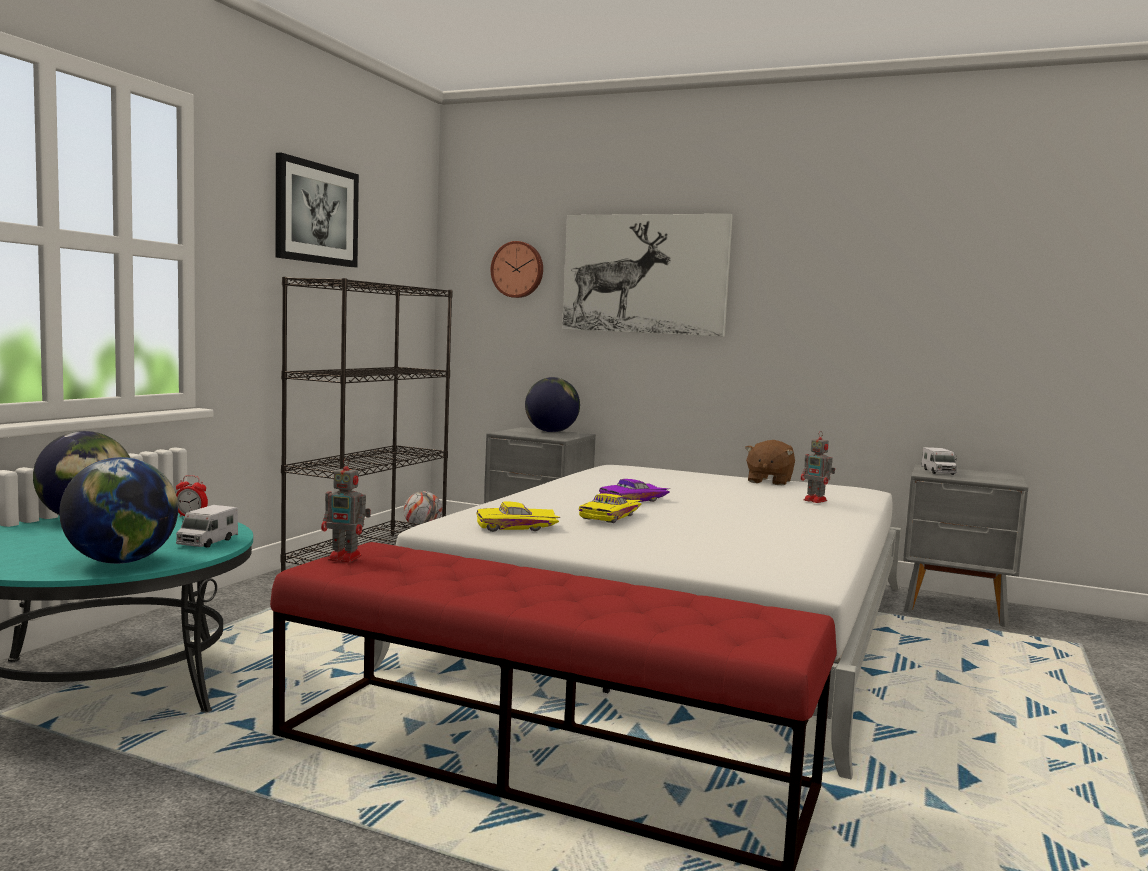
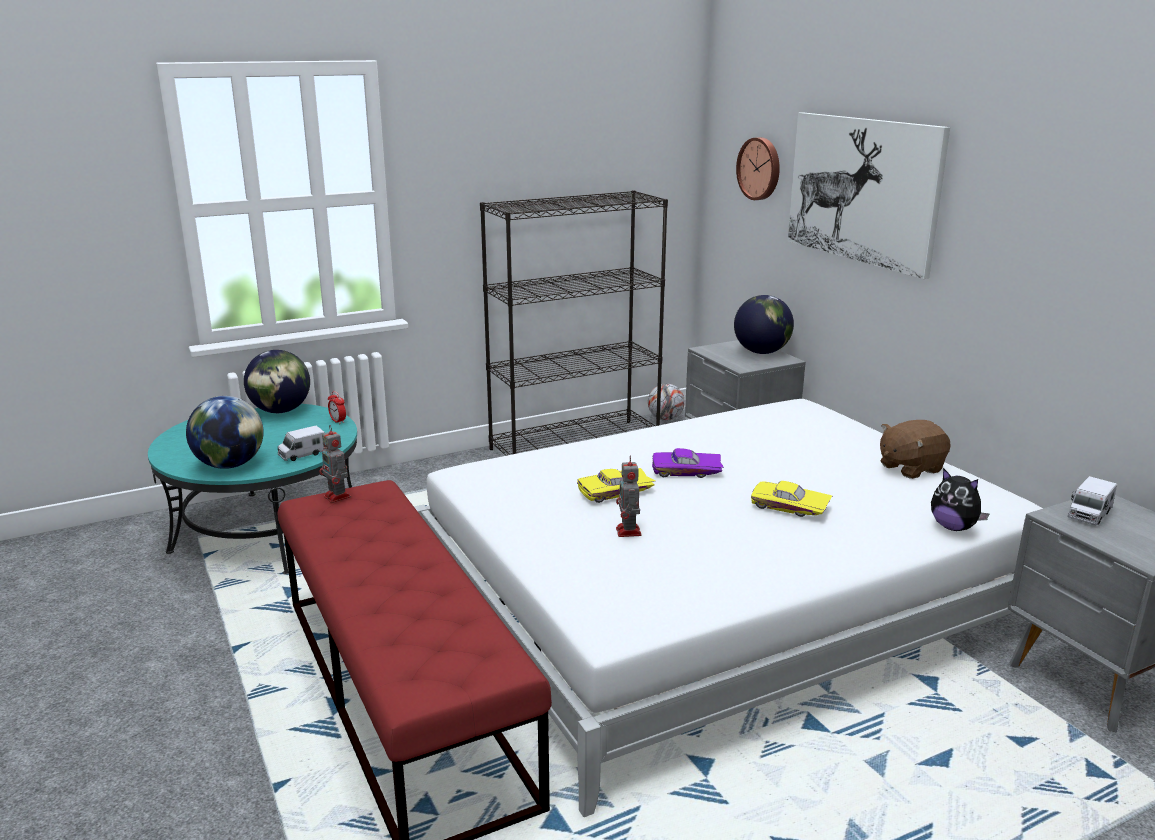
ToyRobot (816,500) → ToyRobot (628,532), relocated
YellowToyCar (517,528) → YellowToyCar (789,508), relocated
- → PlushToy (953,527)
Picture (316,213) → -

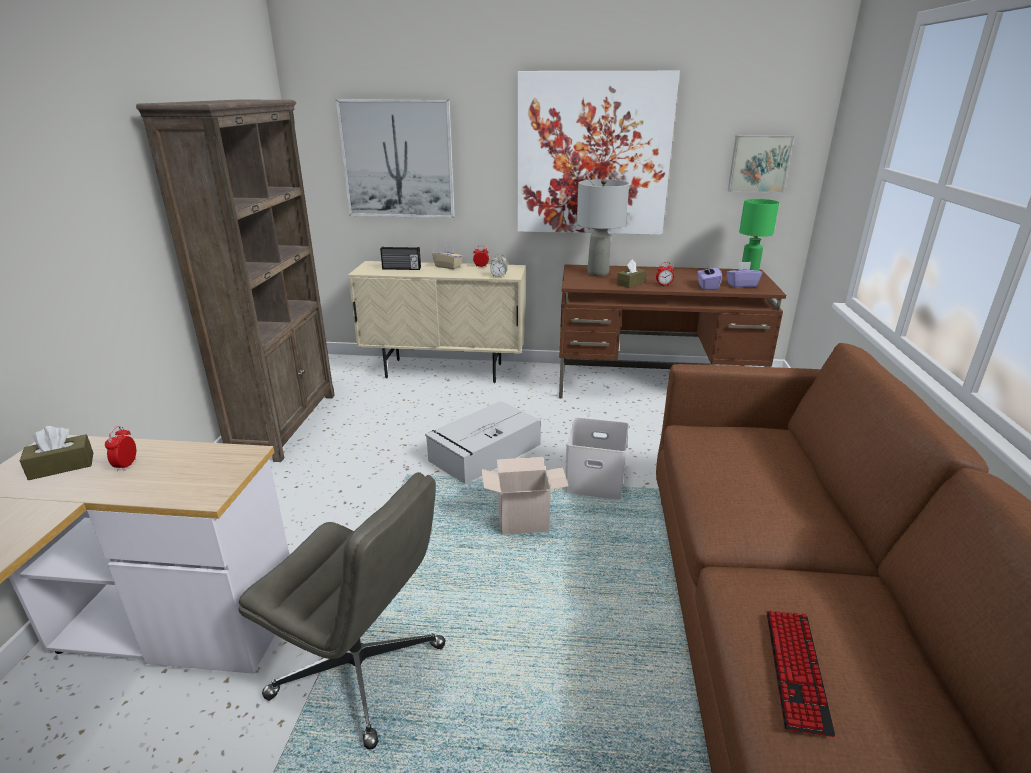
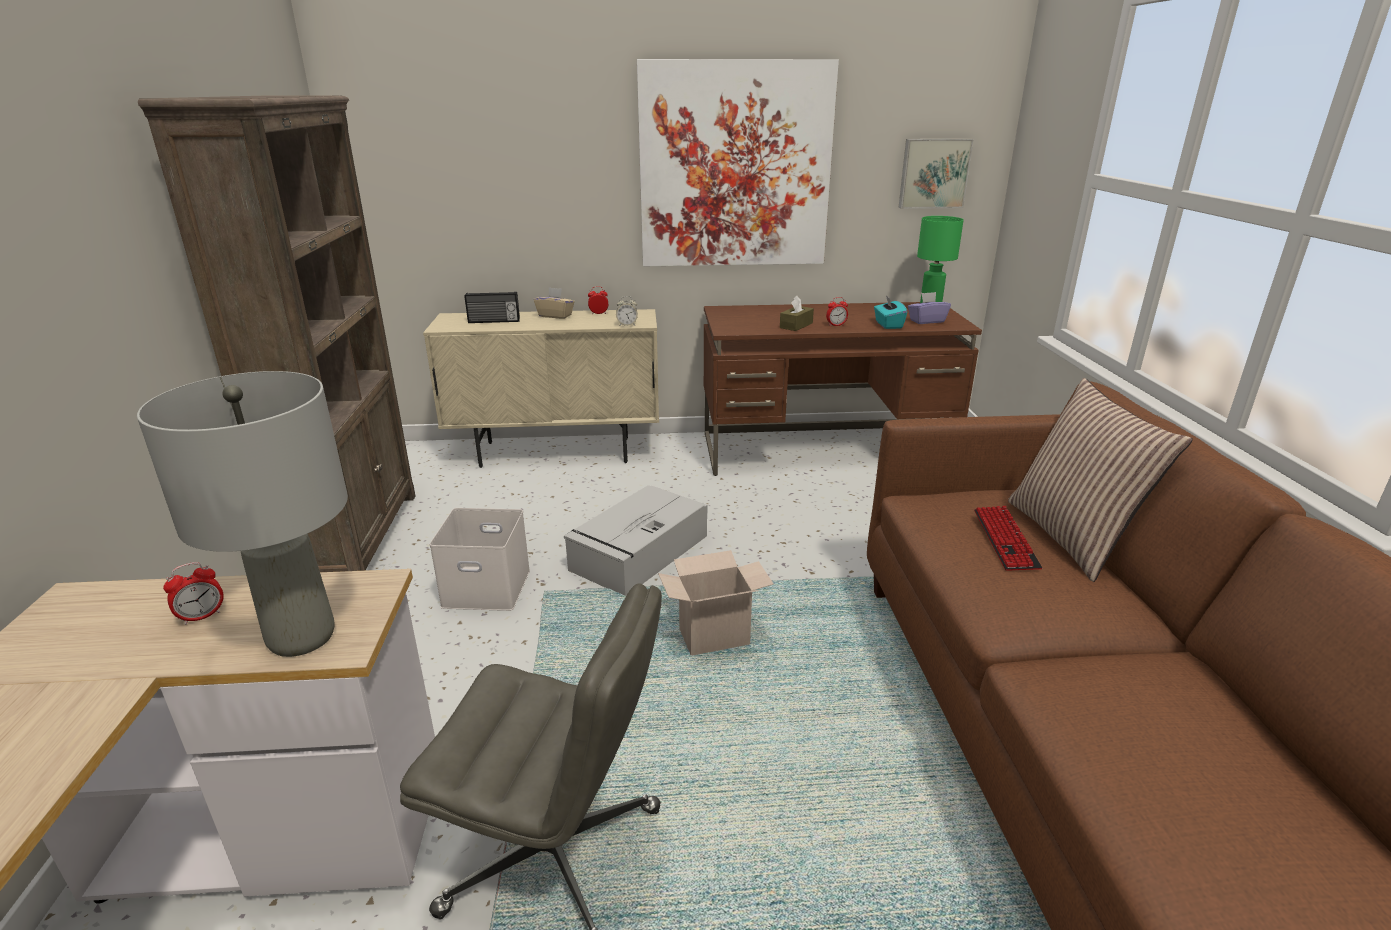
GreyTableLamp (598,273) → GreyTableLamp (302,638), relocated
AlarmClock (126,465) → AlarmClock (202,616), 120 degrees counterclockwise
WhiteStorageBox (596,480) → WhiteStorageBox (489,587), relocated
PurpleTissueBox (707,286) → TurquoiseTissueBox (888,325)
Keyboard (796,669) → Keyboard (1005,539), relocated
- → Pillow (1072,537)
BrownTissueBox (61,466) → -
Picture (398,159) → -

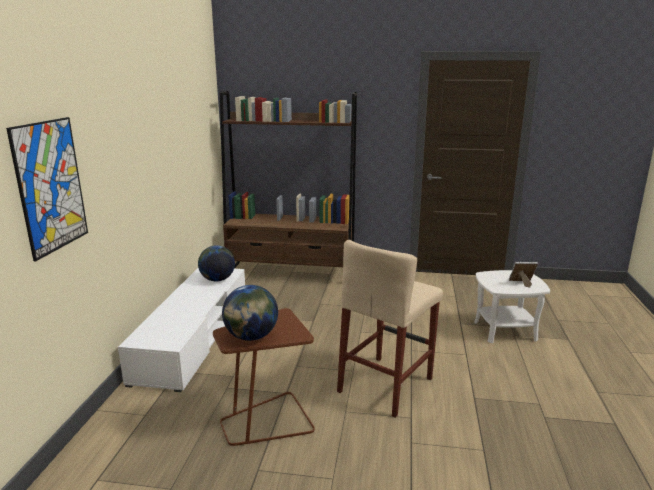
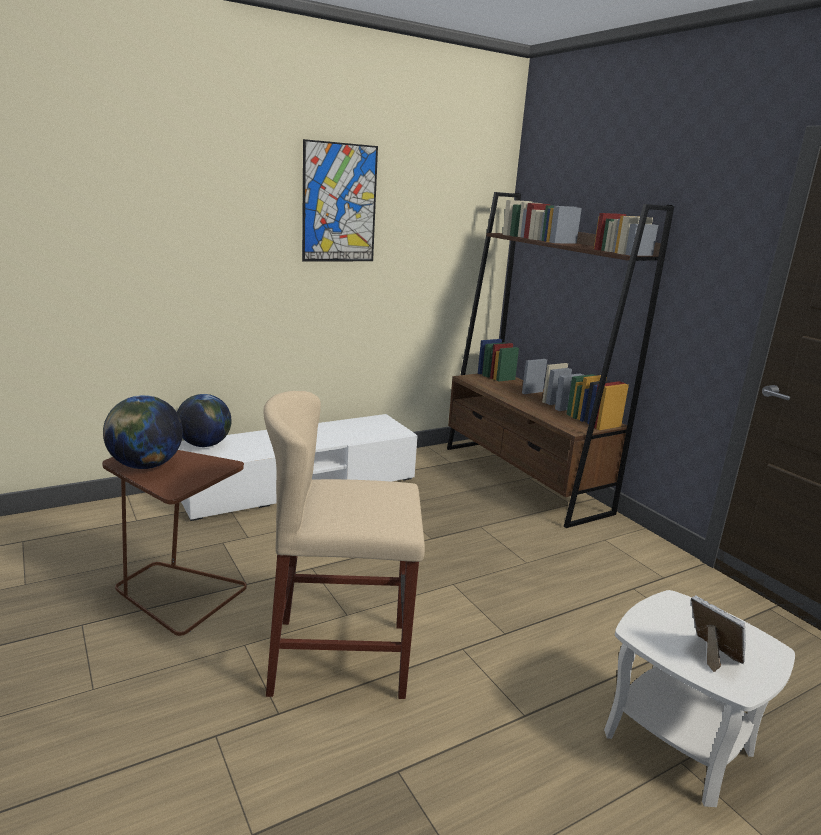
Globe (217,279) → Globe (205,444), relocated
Picture (50,186) → Picture (339,203), relocated

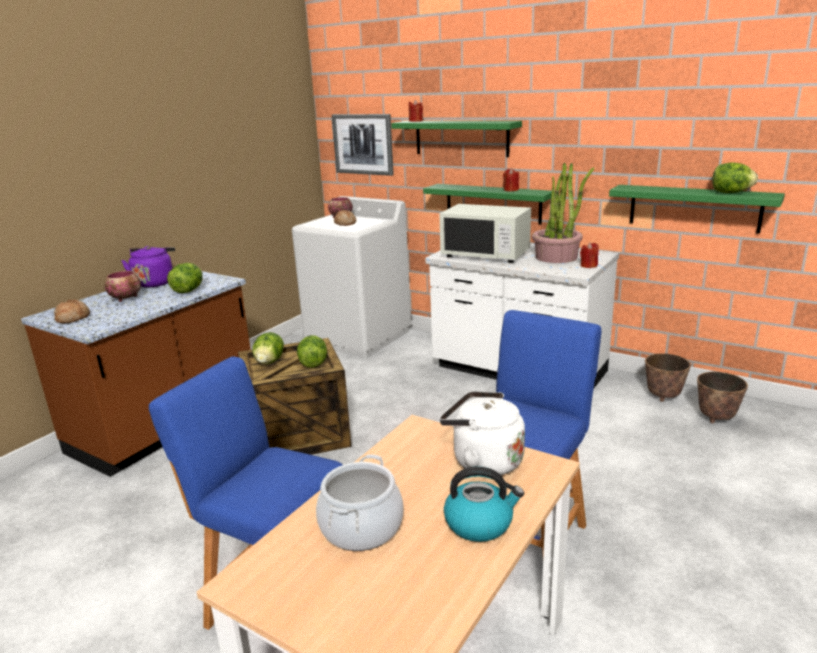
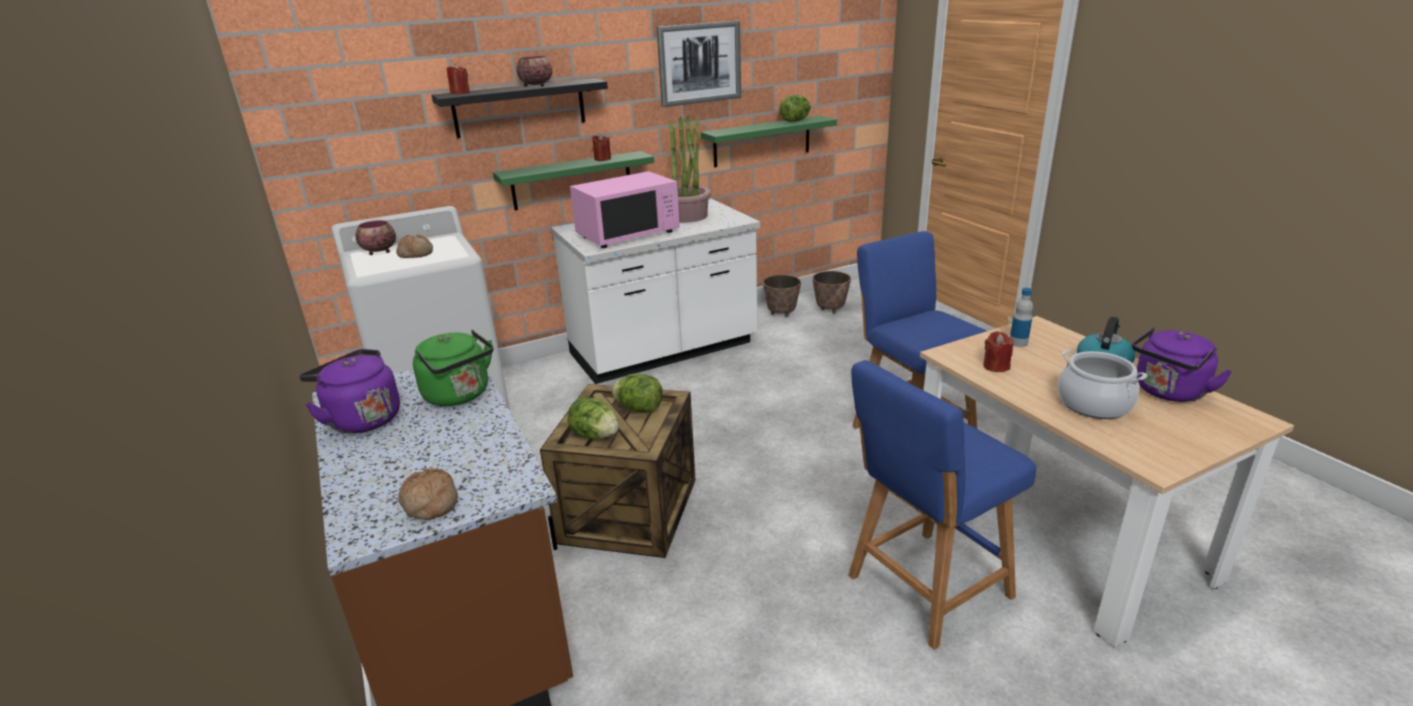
Lettuce (188,291) → GreenKettle (460,395)
GreenShelf (461,138) → BlackShelf (519,108)
Bowl (126,298) → Bowl (536,85), relocated
WhiteMicrowave (486,254) → PinkMicrowave (628,234)
Picture (363,144) → Picture (699,63), relocated
RedCandle (588,266) → RedCandle (996,366), relocated
WhiteKettle (483,461) → Bottle (1018,343)
- → PurpleKettle (1167,392)

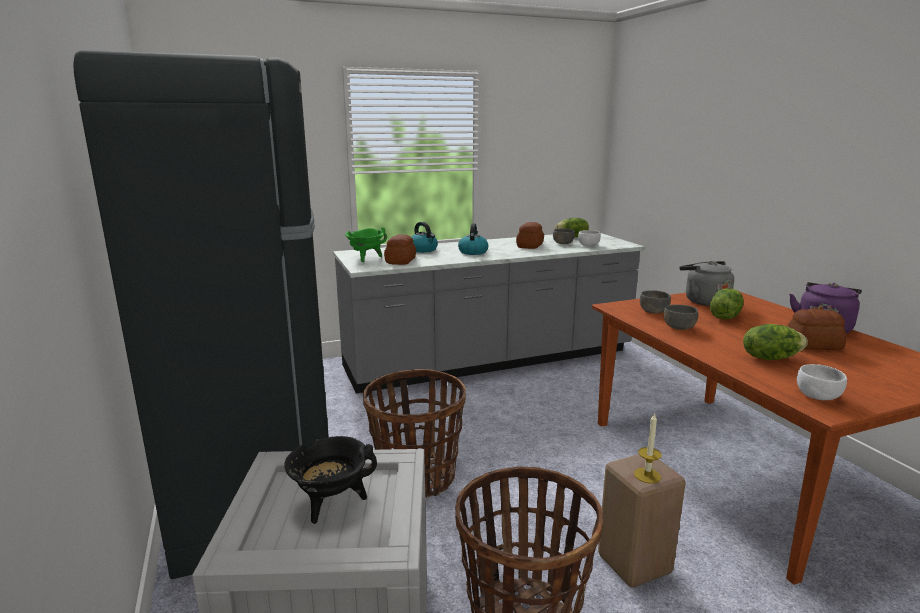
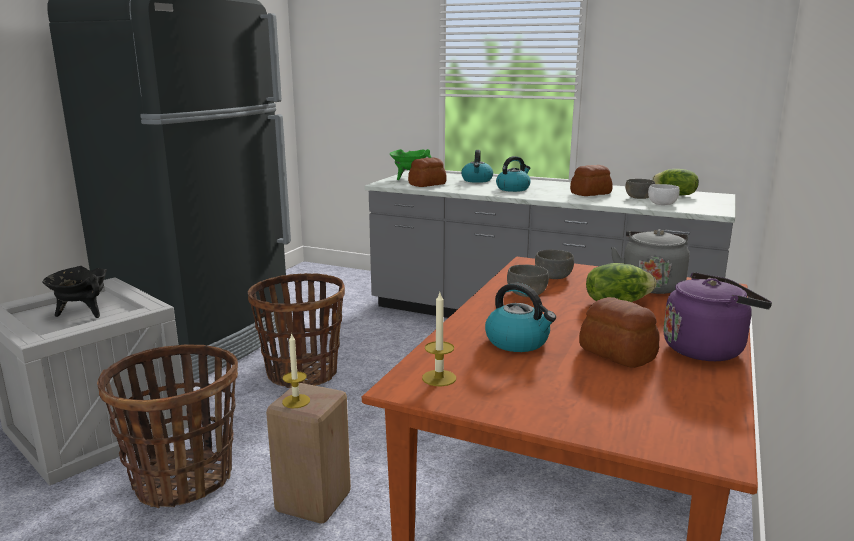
WhiteBowl (818,395) → Candle (439,378)
Lettuce (770,358) → Kettle (518,342)

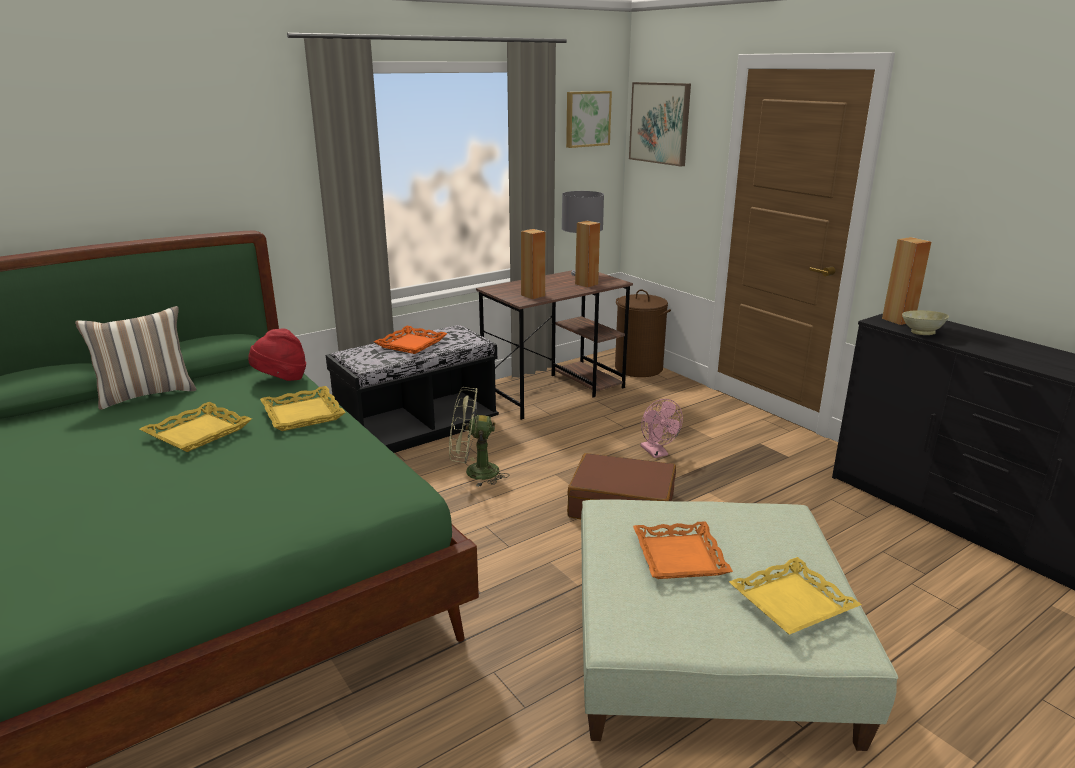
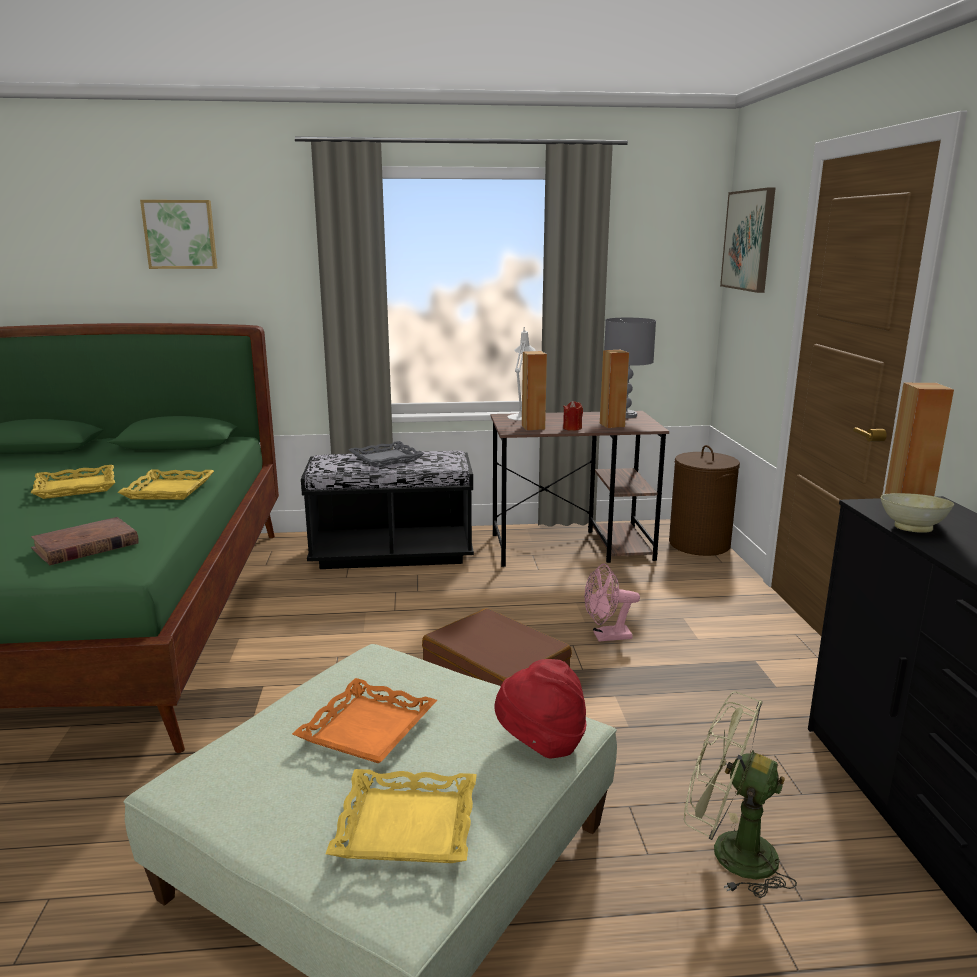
- → BrownBook (85,546)
Picture (587,119) → Picture (180,234), relocated
OrangeTray (411,344) → GreyTray (386,459)
RedHat (281,380) → RedHat (541,743), relocated
- → WhiteTableLamp (521,416)
- → RedCandle (572,428)
PinkFan (657,453) → PinkFan (606,636), 75 degrees clockwise
GreenFan (474,473) → GreenFan (729,852), relocated
Pillow (146,394) → -

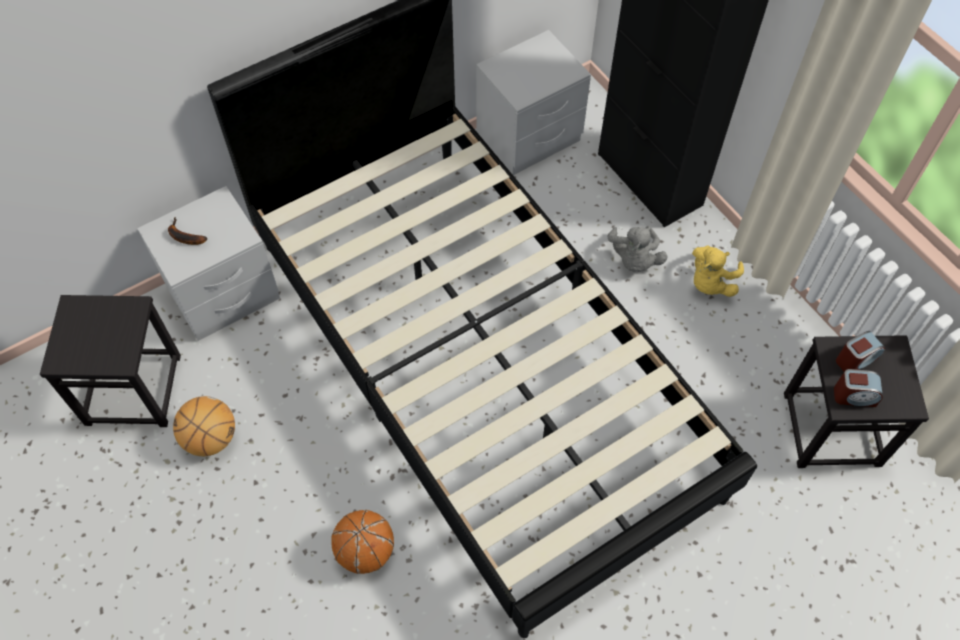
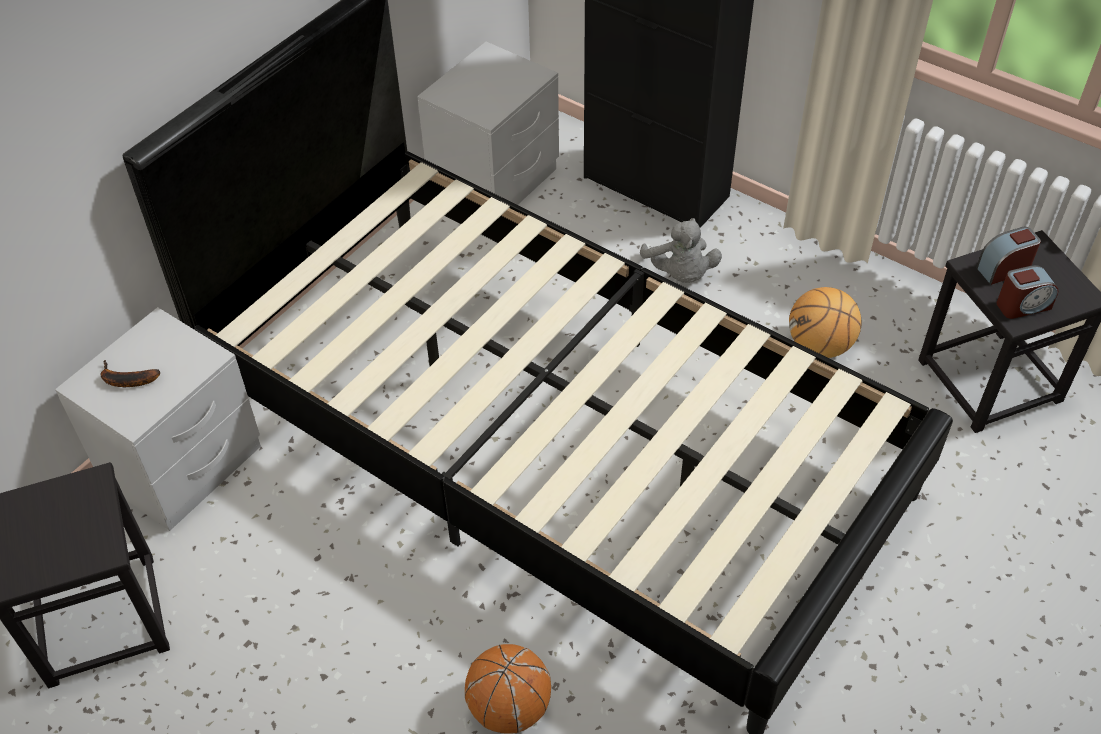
Basketball (211,438) → Basketball (820,346), relocated
AlarmClock (855,359) → AlarmClock (1003,269), 150 degrees counterclockwise
YellowPlushToy (710,283) → -

